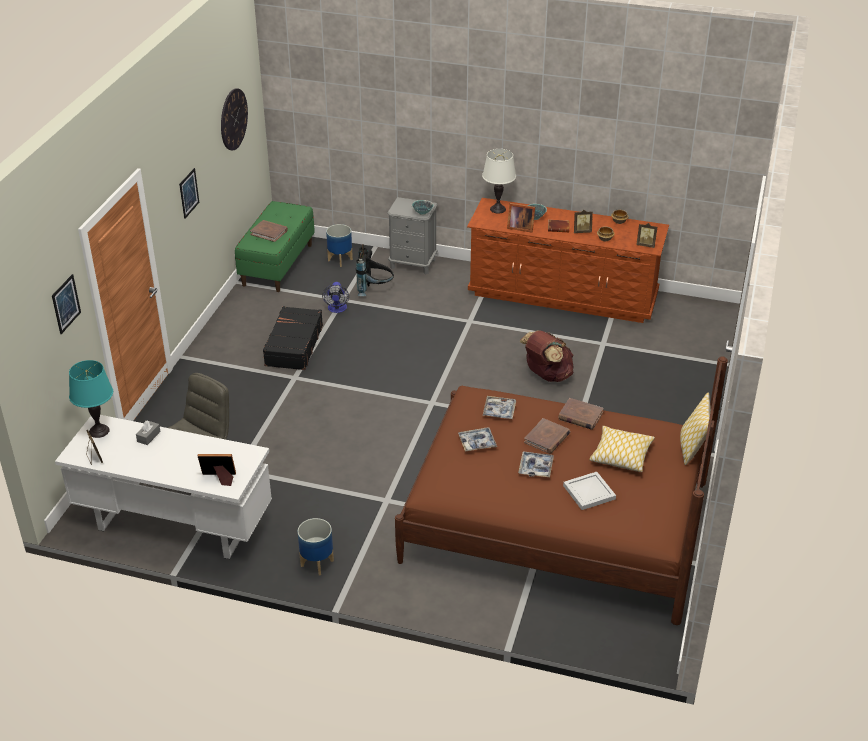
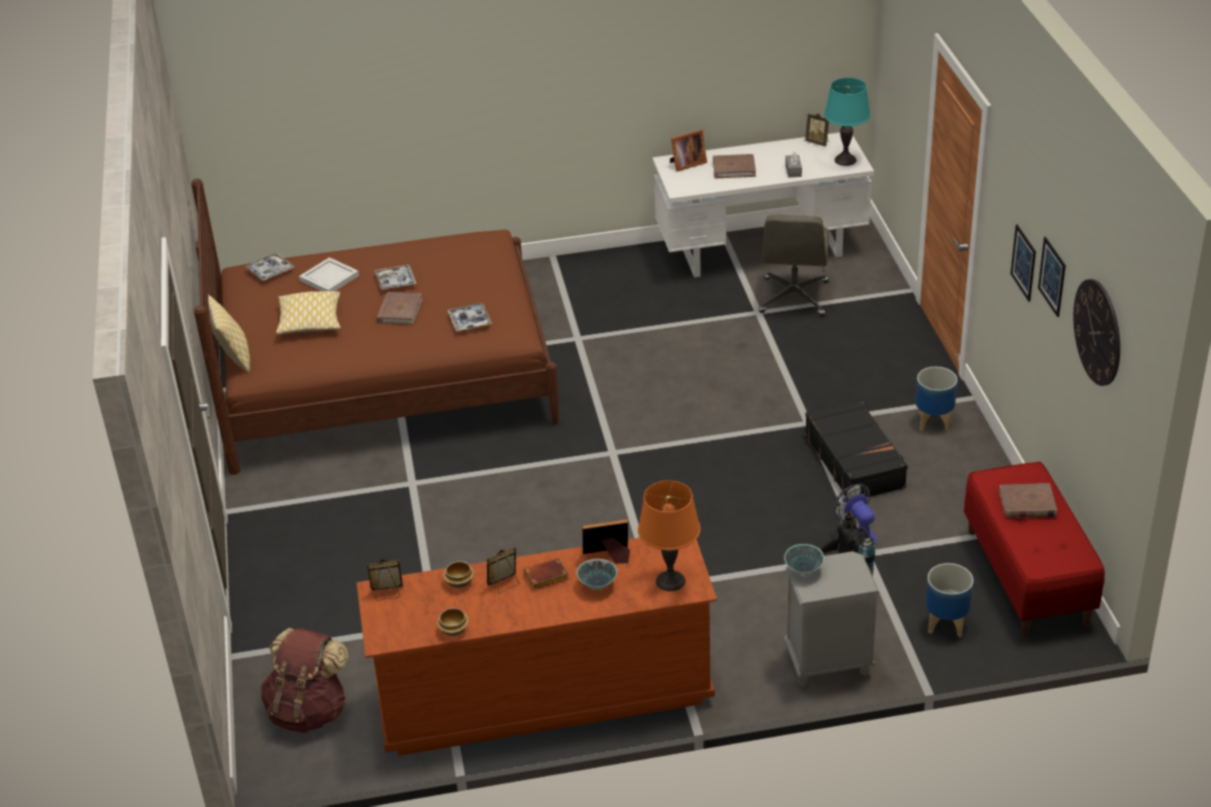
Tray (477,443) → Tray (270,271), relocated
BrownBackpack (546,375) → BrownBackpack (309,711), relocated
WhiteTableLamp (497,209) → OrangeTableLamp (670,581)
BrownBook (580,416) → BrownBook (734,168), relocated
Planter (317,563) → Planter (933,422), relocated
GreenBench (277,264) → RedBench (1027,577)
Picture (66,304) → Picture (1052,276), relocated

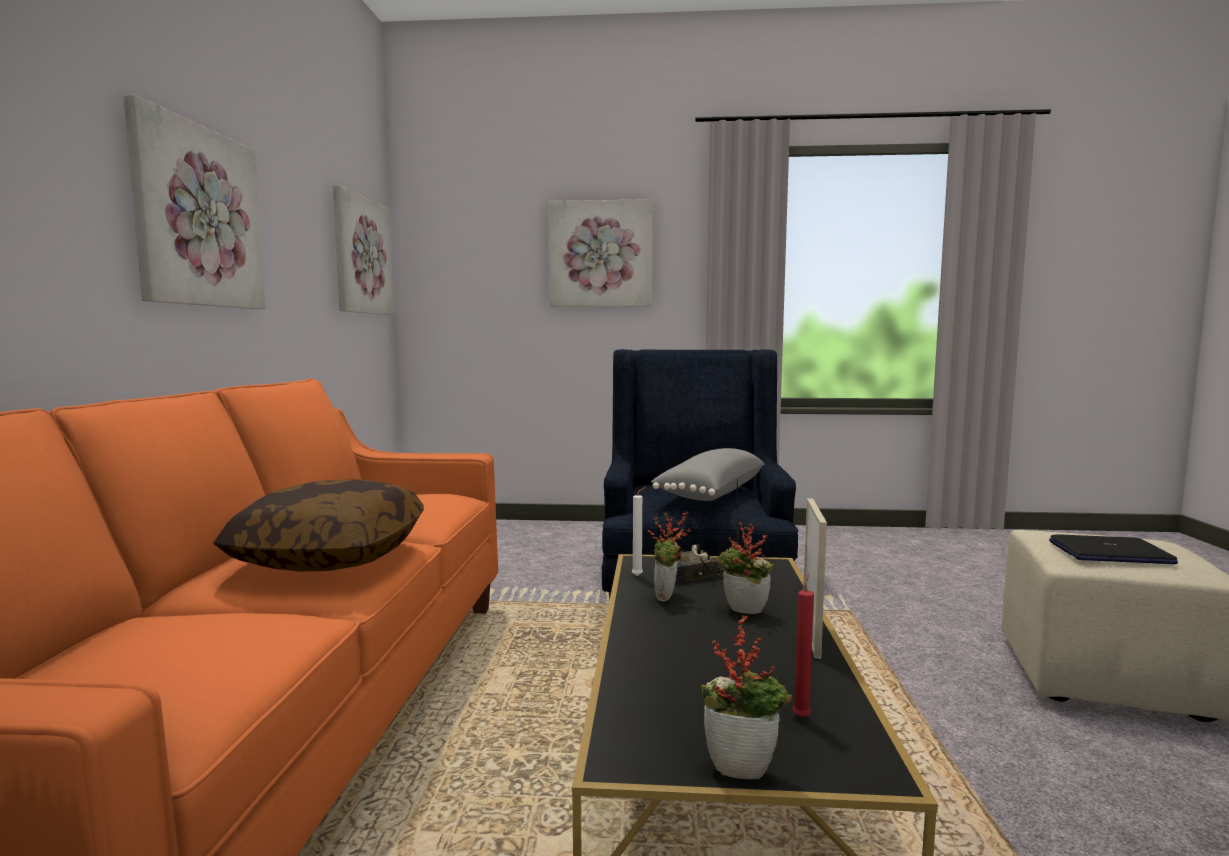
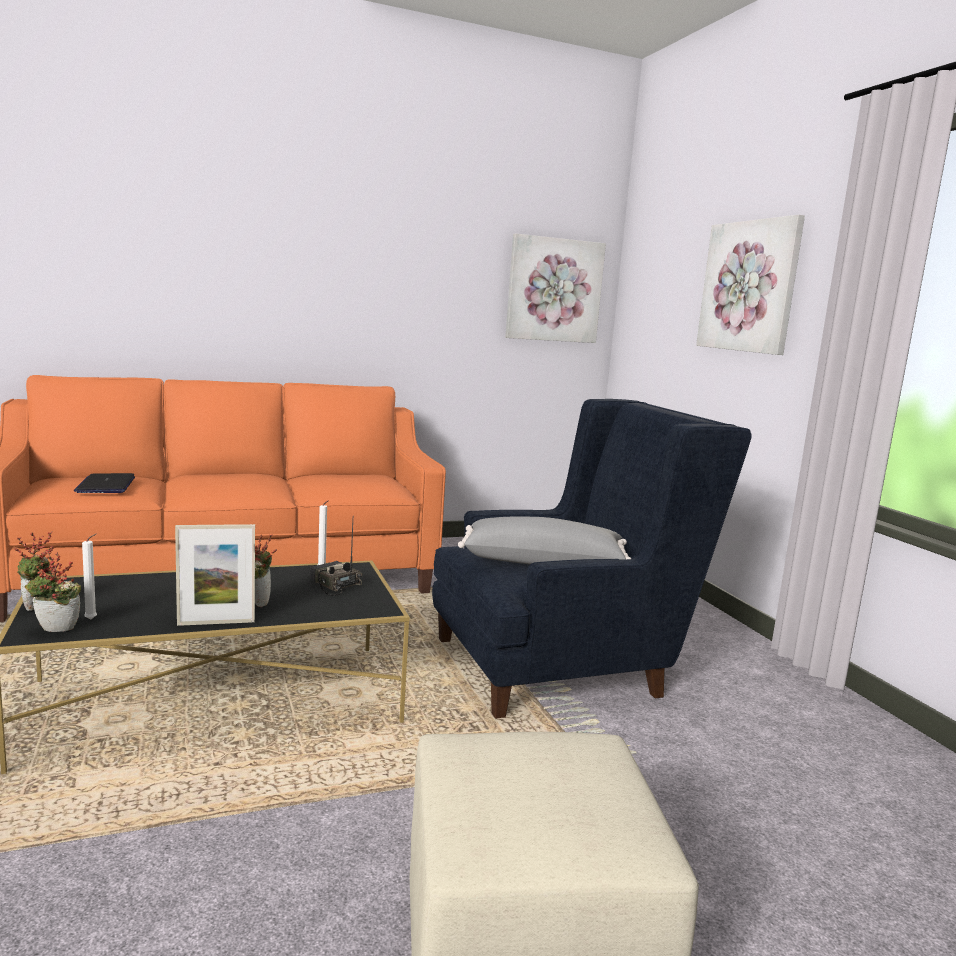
PottedPlant (668,597) → PottedPlant (55,631), relocated
Laptop (1110,553) → Laptop (106,485), relocated
RedCandle (801,716) → WhiteCandle (92,619)
Picture (197,217) → -
Pillow (331,556) → -

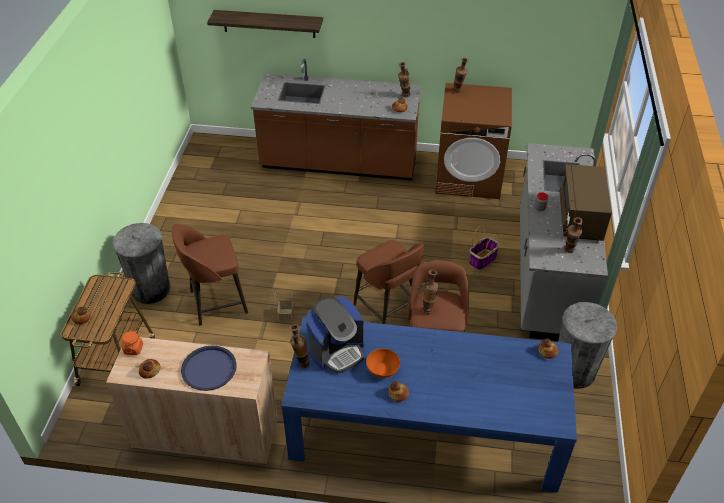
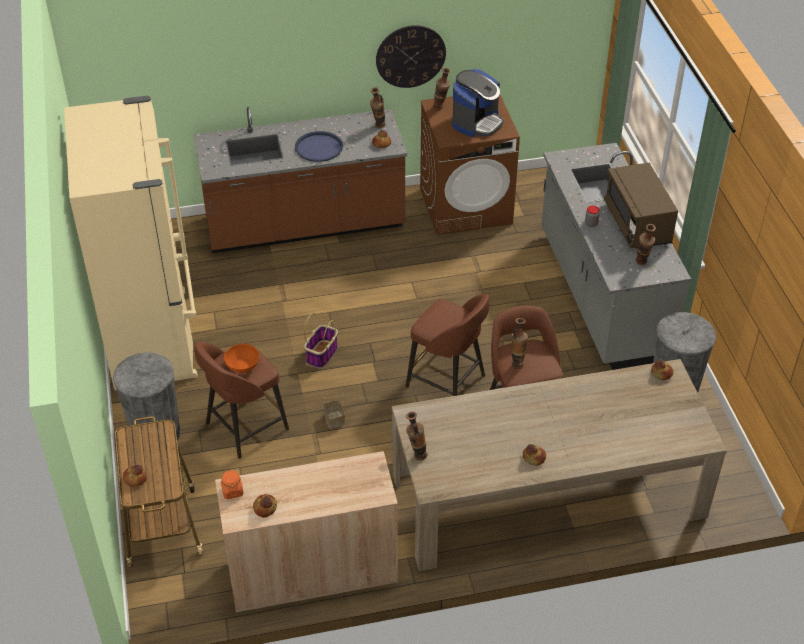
- → BeigeFridge (154,337)
OrangeBowl (383,369) → OrangeBowl (243,365), relocated
BlueTray (209,368) → BlueTray (319,147), relocated
Basket (482,259) → Basket (322,354), relocated
- → WallClock (410,56)
BlueDiningTable (425,429) → BeigeDiningTable (547,496)
CoffeeMachine (337,351) → CoffeeMachine (477,122), relocated
Shelf (269,24) → -

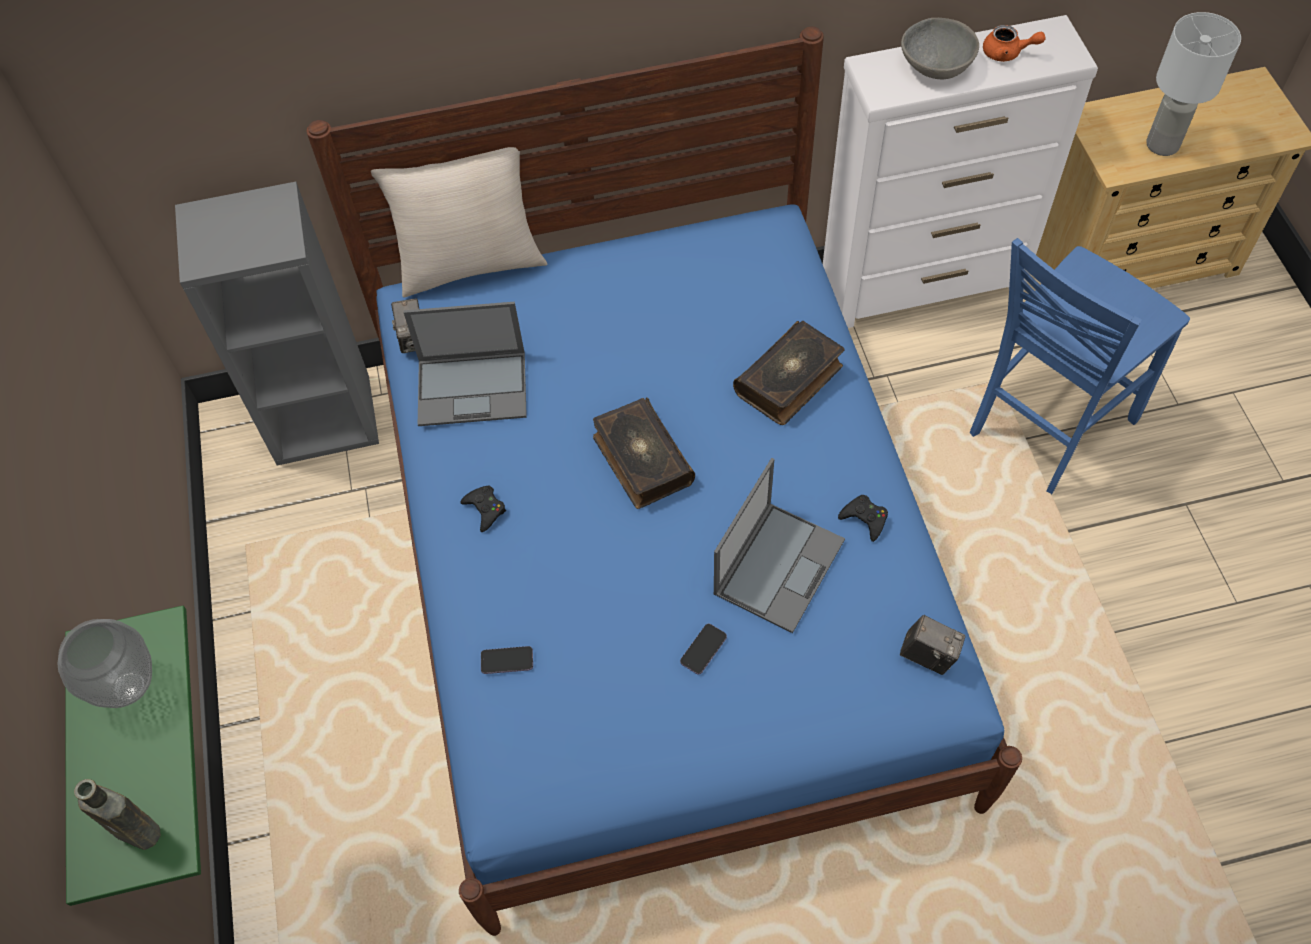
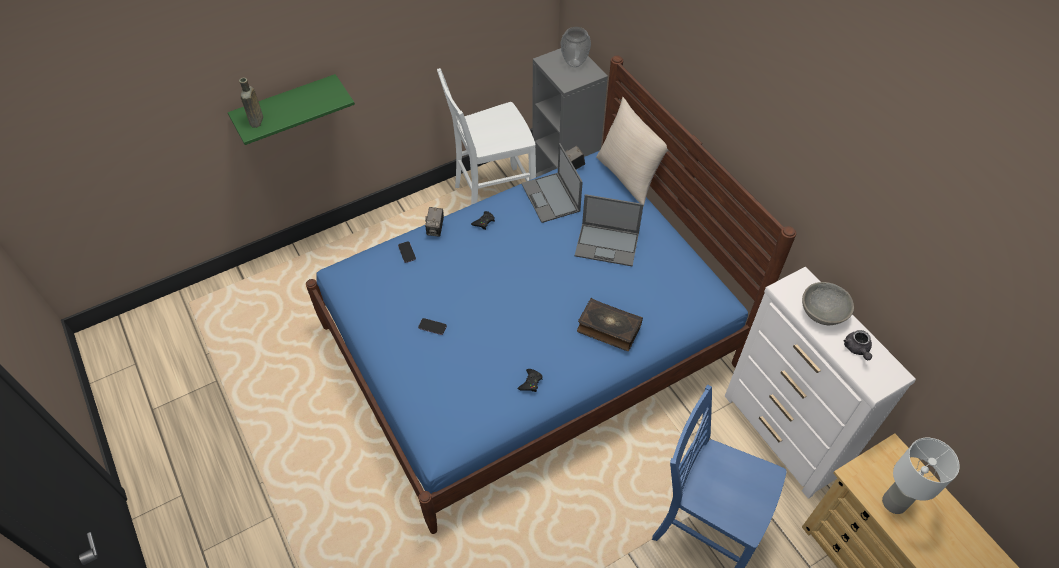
PhotoCamera (928,655) → PhotoCamera (435,229), relocated
- → WhiteChair (492,195)
Vase (129,685) → Vase (575,63), relocated
Laptop (779,565) → Laptop (607,244), relocated
OrangeTeapot (1007,53) → GreyTeapot (857,349)
Book (641,460) → -

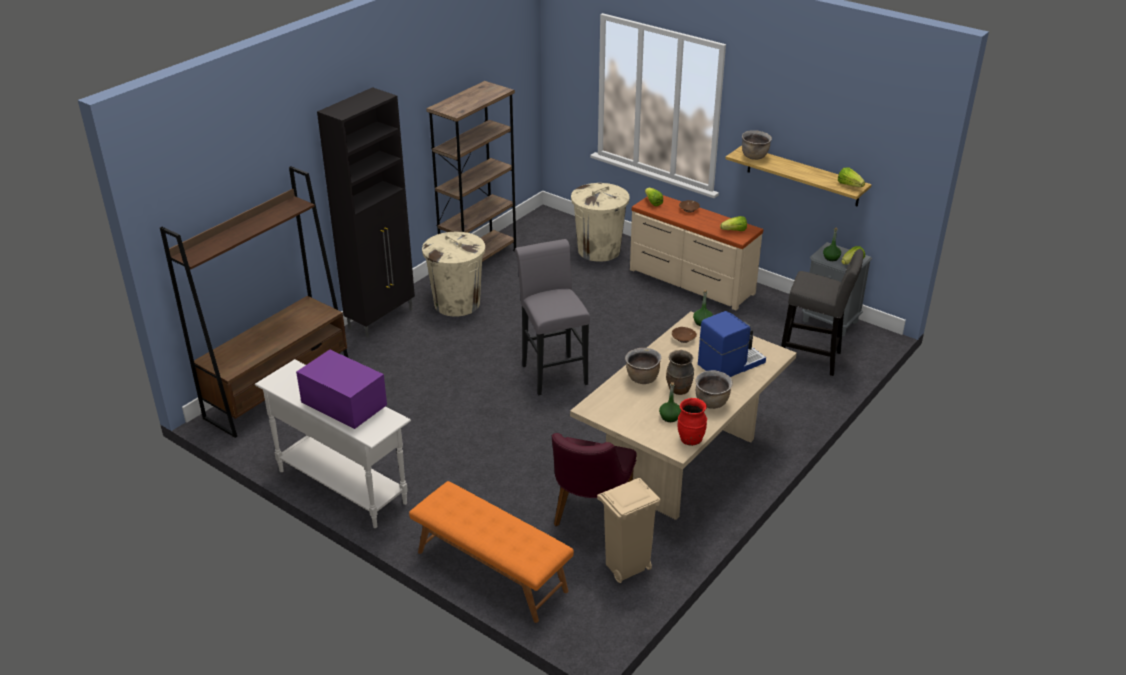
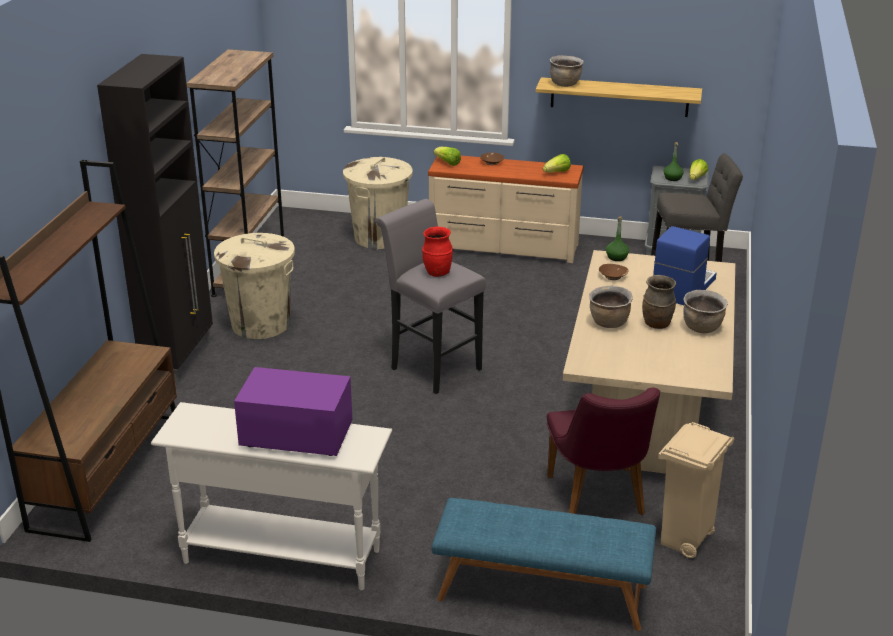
RedVase (690,440) → RedVase (437,273), relocated
OrangeBench (491,571) → BlueBench (541,593)
GreenBottle (670,417) → -
Lettuce (849,185) → -

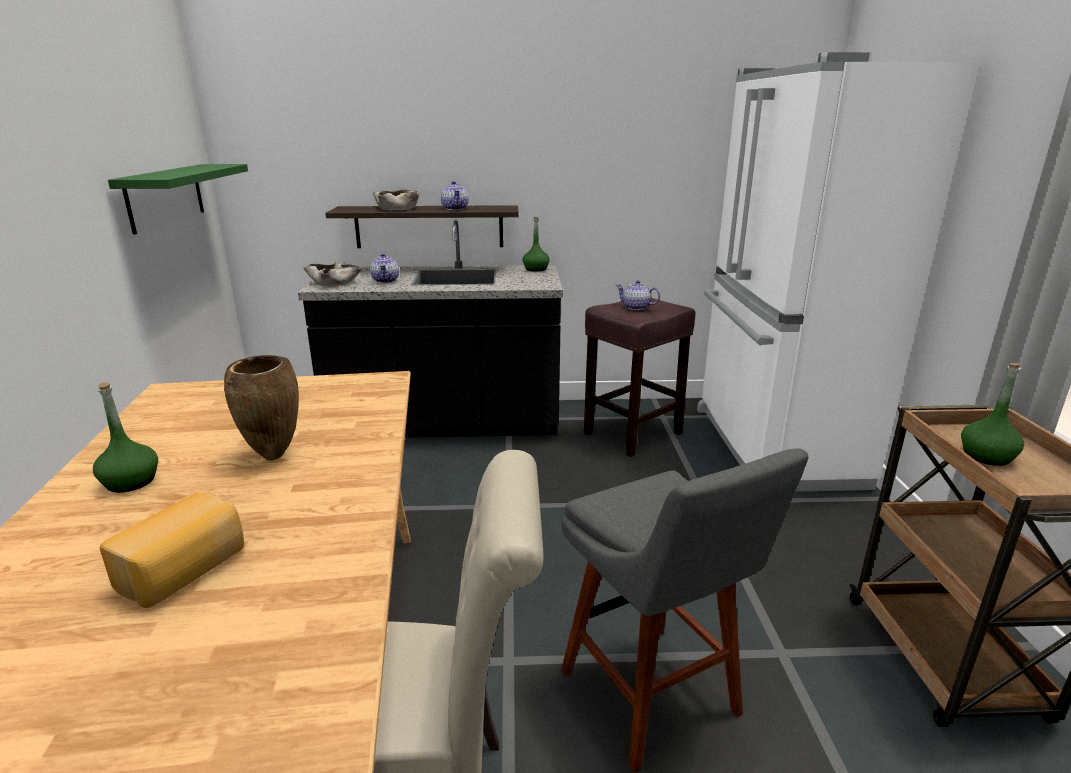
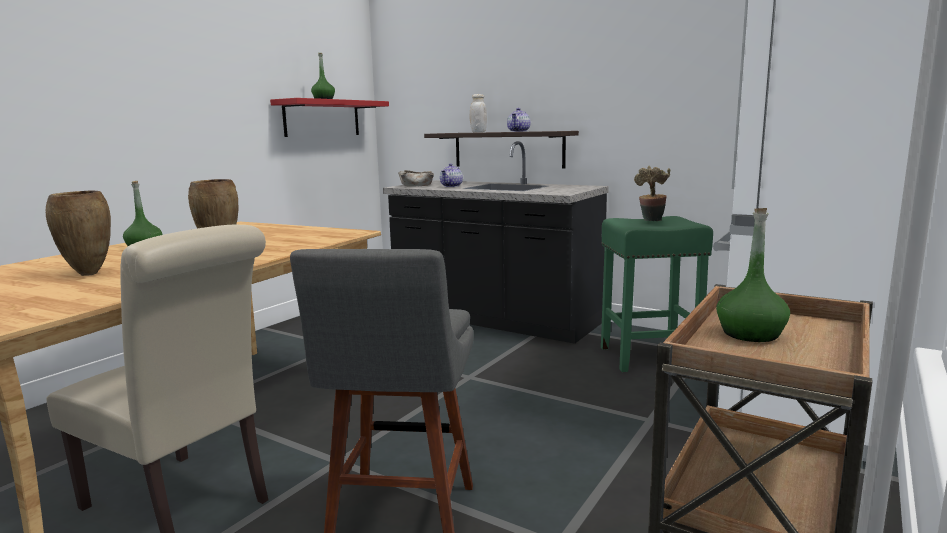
Bread (185,571) → BrownVase (87,274)
GreenShelf (165,196) → RedShelf (322,118)
GreenBottle (536,269) → GreenBottle (323,99), relocated
BeigeBowl (397,208) → WhiteJar (478,132)
BrownStool (632,434) → GreenStool (647,357)
Teapot (636,307) → PottedPlant (651,221)

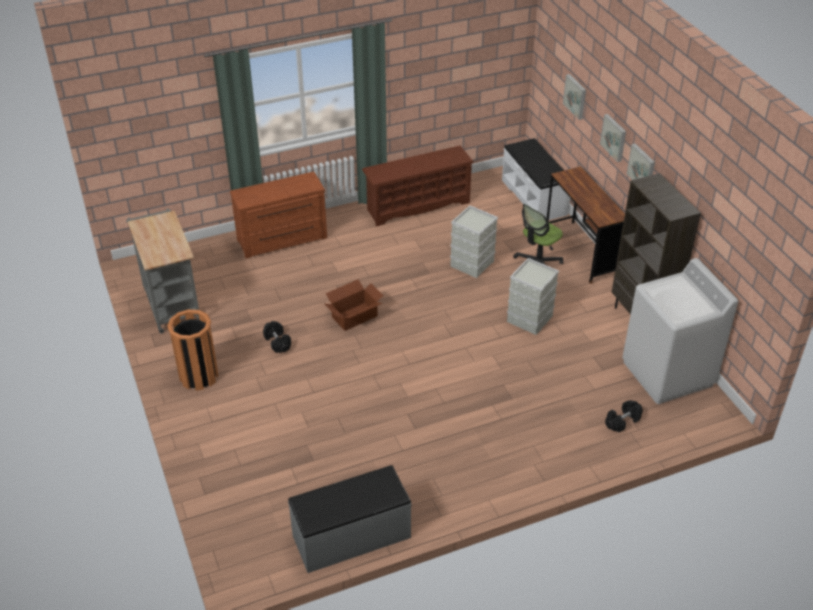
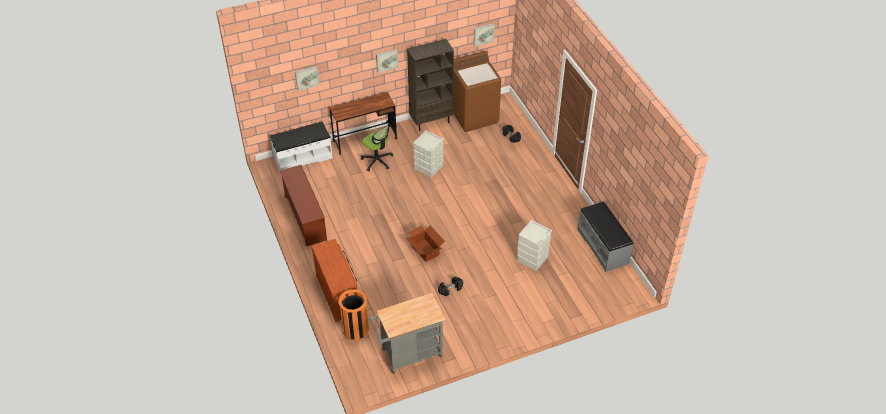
OrangeTrashCan (199,376) → OrangeTrashCan (355,330), relocated
WhiteWashingMachine (668,374) → BrownWashingMachine (474,116)
Picture (614,137) → Picture (483,34), relocated
GreyStorageBox (472,263) → GreyStorageBox (532,259), relocated

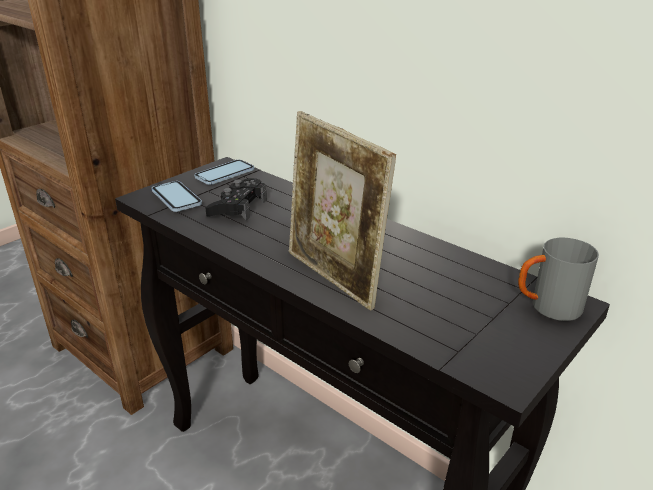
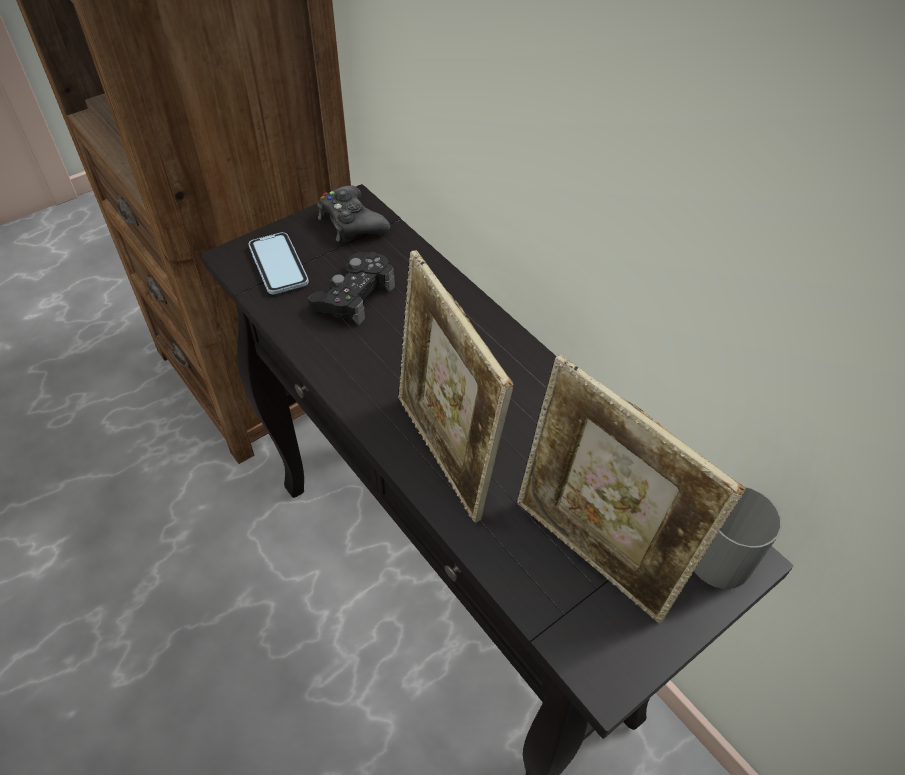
Phone (225,174) → BlackGameController (351,223)
- → PictureFrame (594,554)

